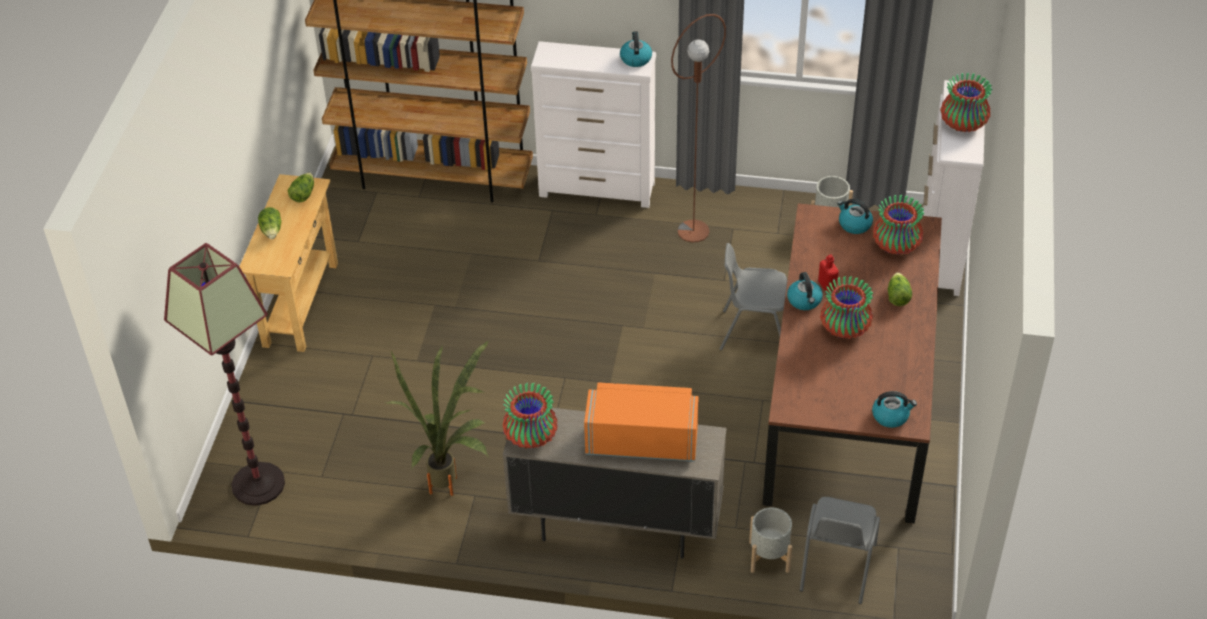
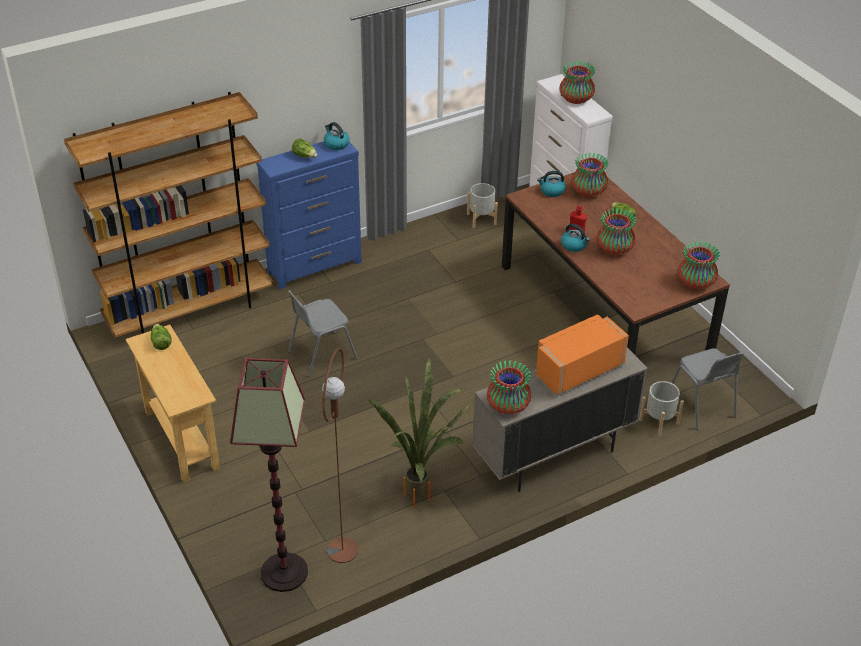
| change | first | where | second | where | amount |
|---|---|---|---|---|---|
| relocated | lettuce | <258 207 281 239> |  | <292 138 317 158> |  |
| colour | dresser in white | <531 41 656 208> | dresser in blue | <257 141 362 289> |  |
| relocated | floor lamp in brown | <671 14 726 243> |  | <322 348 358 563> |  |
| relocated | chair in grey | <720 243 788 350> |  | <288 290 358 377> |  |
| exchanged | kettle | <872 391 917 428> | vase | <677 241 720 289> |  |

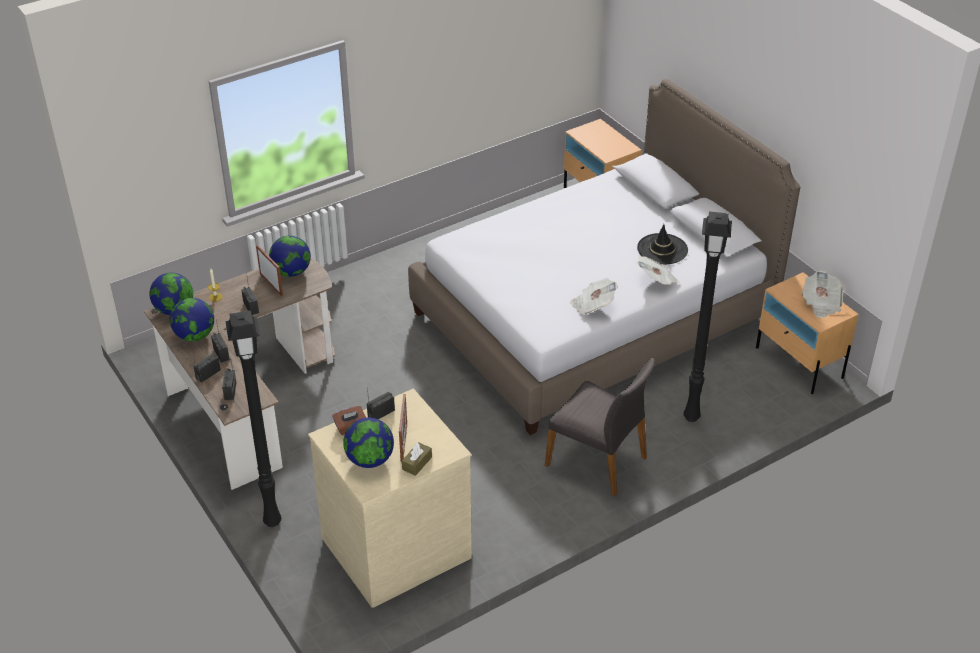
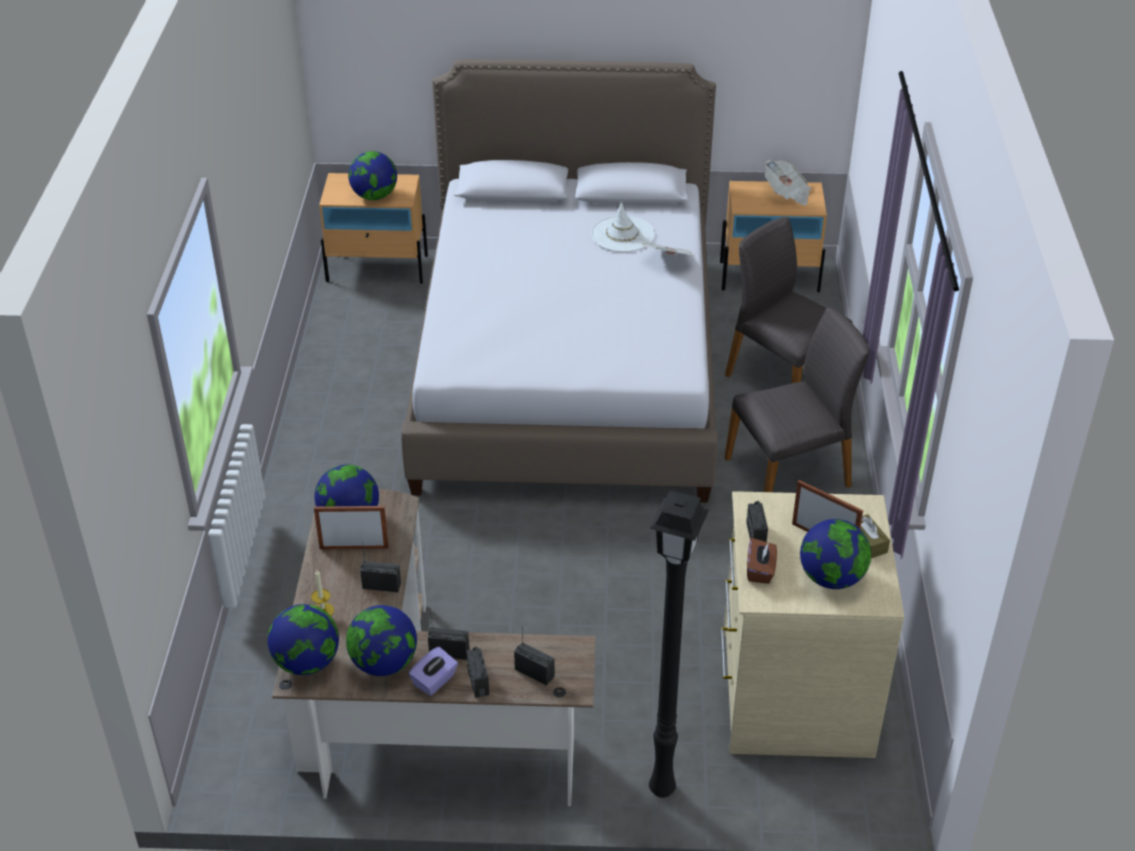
| change | first | where | second | where | amount |
|---|---|---|---|---|---|
| missing | newspaper | <570 278 618 315> |  |  |  |
| colour | hat in black | <637 224 688 264> | hat in white | <590 201 655 252> |  |
| exchanged | floor lamp in black | <683 212 732 422> | chair in grey | <725 217 852 383> |  |
| appeared |  |  | globe | <348 151 397 200> |  |
| appeared |  |  | tissue box in purple | <409 647 458 696> |  |

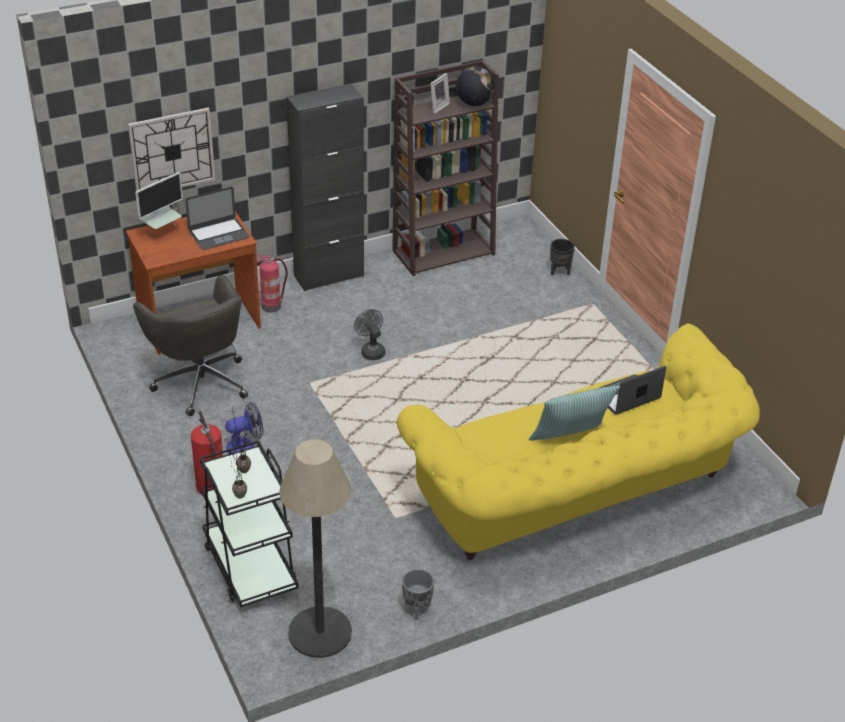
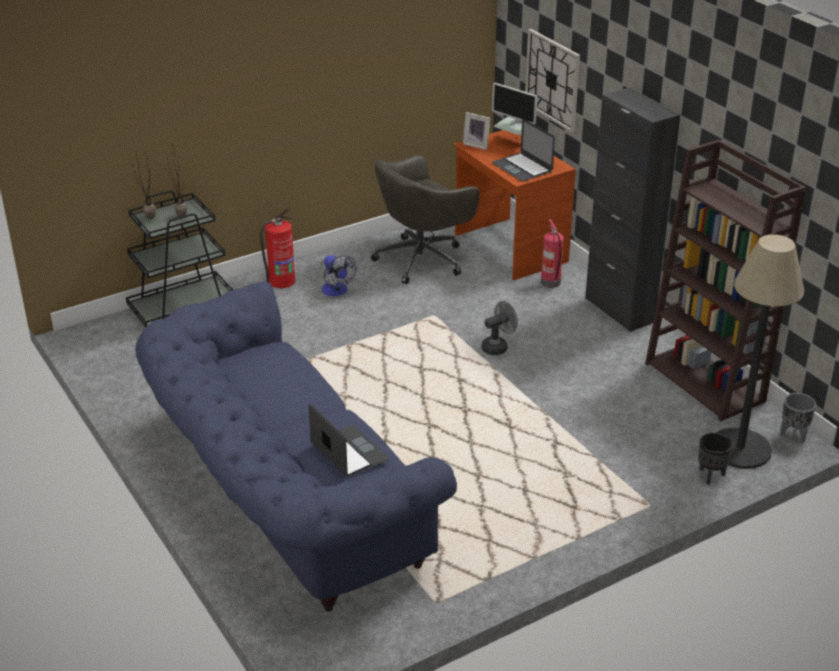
| change | first | where | second | where | amount |
|---|---|---|---|---|---|
| relocated | floor lamp | <279 439 352 658> |  | <716 234 804 469> |  |
| colour | sofa in yellow | <396 323 760 560> | sofa in blue | <135 282 457 612> |  |
| relocated | planter in grey | <402 569 434 620> |  | <780 393 816 442> |  |
| relocated | picture frame | <430 73 450 114> |  | <463 112 490 150> |  |
| missing | globe | <456 67 495 106> |  |  |  |
| missing | pillow | <529 386 620 441> |  |  |  |

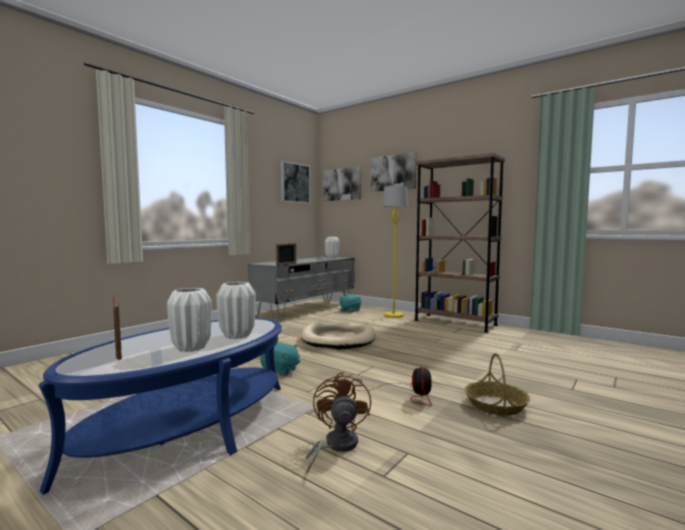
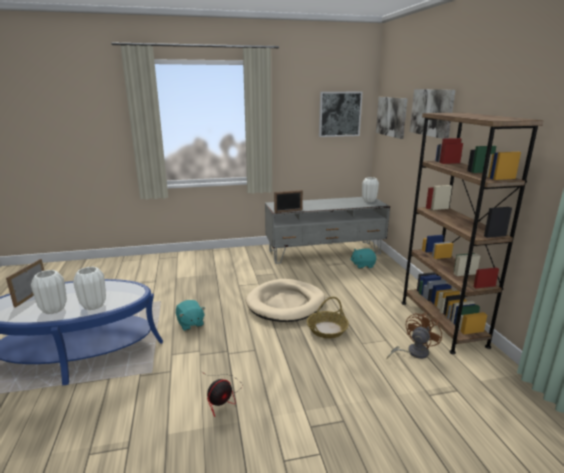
| change | first | where | second | where | amount |
|---|---|---|---|---|---|
| relocated | fan in brown | <306 372 371 474> |  | <386 313 442 359> |  |
| missing | floor lamp in yellow | <382 186 408 318> |  |  |  |
| relocated | basket | <465 353 530 416> |  | <307 297 349 339> |  |

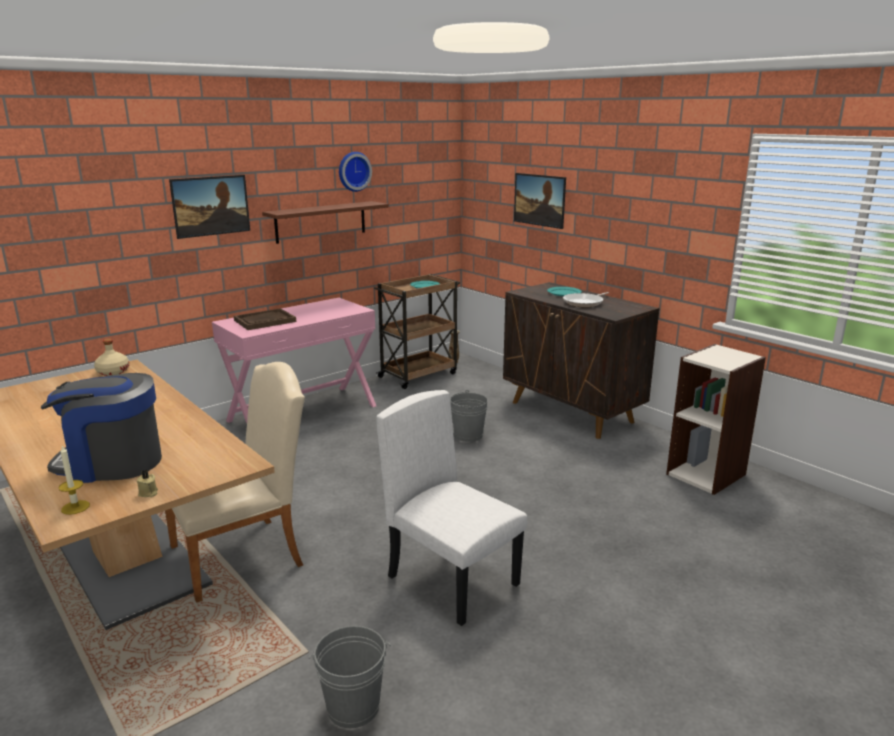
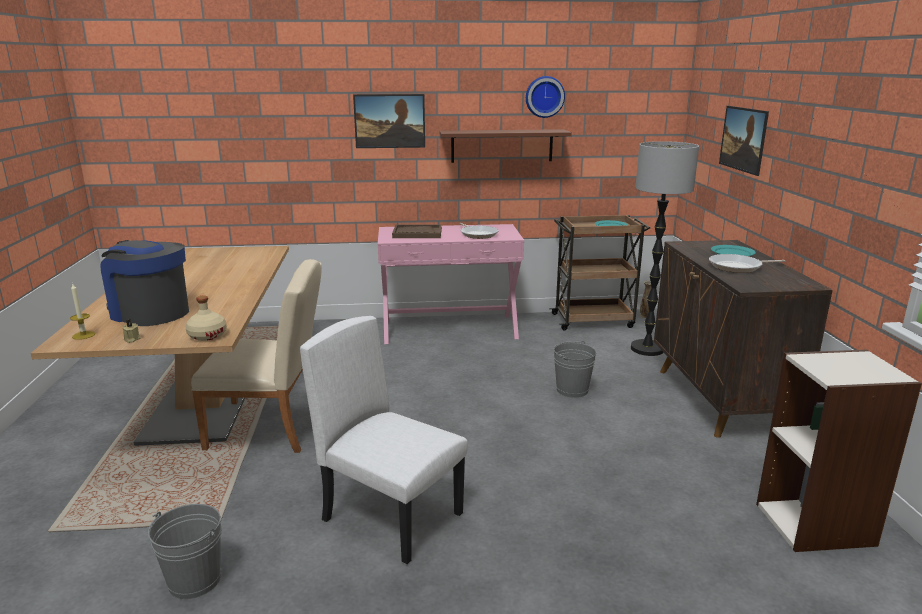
| change | first | where | second | where | amount |
|---|---|---|---|---|---|
| relocated | bottle in beige | <94 339 129 376> |  | <185 296 227 341> |  |
| spun | chair in white | <376 390 527 626> |  | <300 316 468 564> | 45 degrees counterclockwise |
| appeared |  |  | frying pan | <459 223 499 239> |  |
| appeared |  |  | floor lamp | <631 141 699 356> |  |

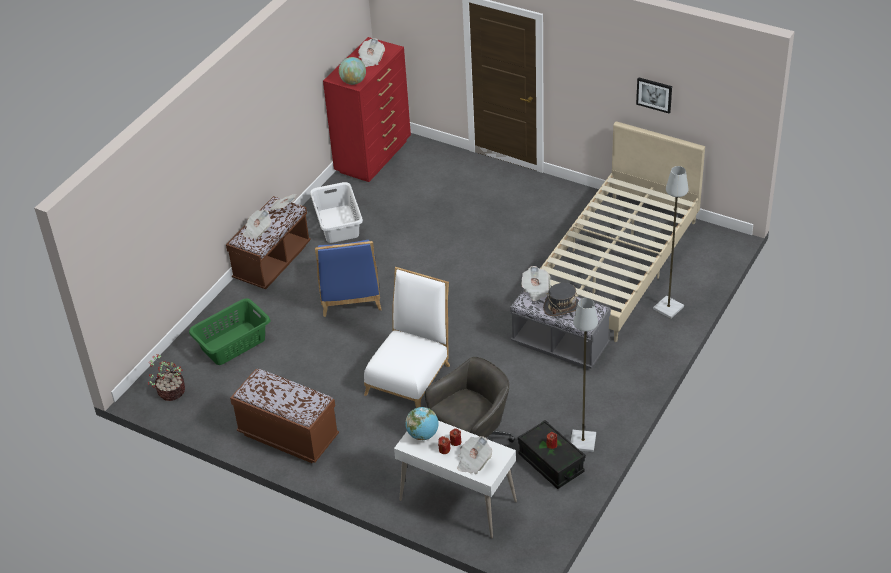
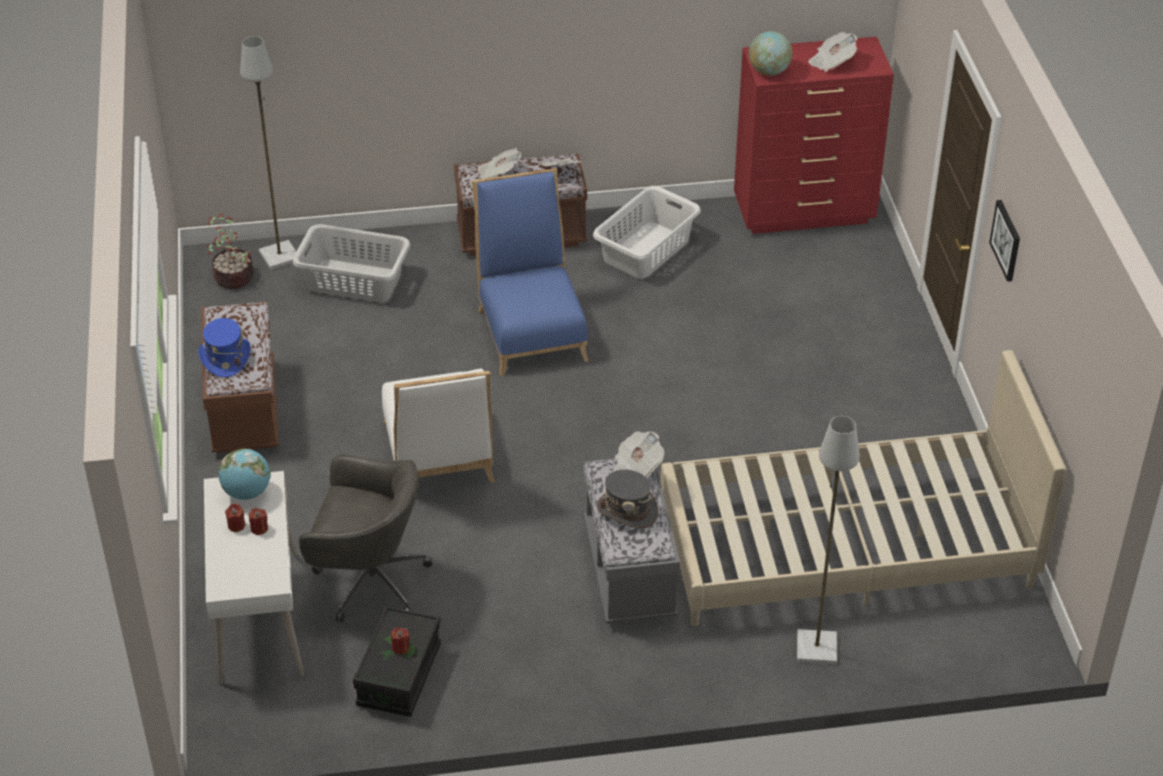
| change | first | where | second | where | amount |
|---|---|---|---|---|---|
| colour | laundry basket in green | <189 298 270 365> | laundry basket in grey | <292 224 411 302> |  |
| spun | chair in blue | <315 240 381 317> |  | <472 168 588 376> | 120 degrees clockwise |
| spun | chair in white | <364 267 450 408> |  | <382 368 494 483> | 90 degrees clockwise |
| missing | newspaper | <457 436 492 474> |  |  |  |
| relocated | floor lamp in grey | <571 298 598 452> |  | <240 36 296 270> |  |
| relocated | picture | <636 77 672 113> |  | <989 200 1020 282> |  |
| appeared |  |  | hat in blue | <198 318 251 377> |  |

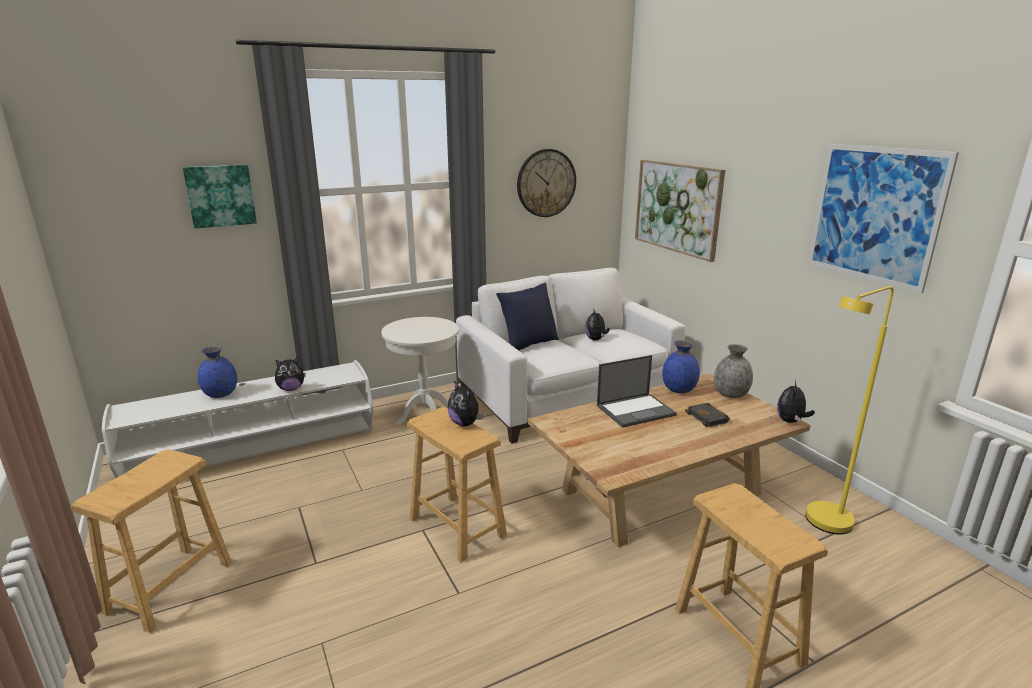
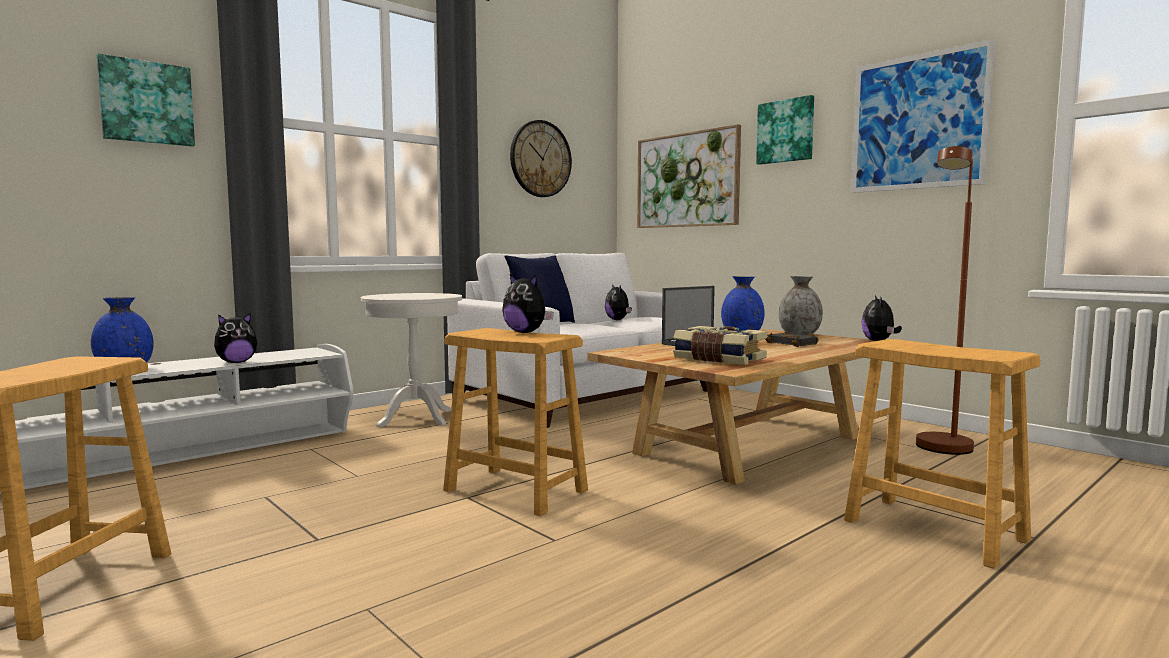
| change | first | where | second | where | amount |
|---|---|---|---|---|---|
| colour | floor lamp in yellow | <805 286 894 534> | floor lamp in brown | <916 146 974 455> |  |
| appeared |  |  | book | <673 326 767 365> |  |
| appeared |  |  | picture | <756 95 814 165> |  |

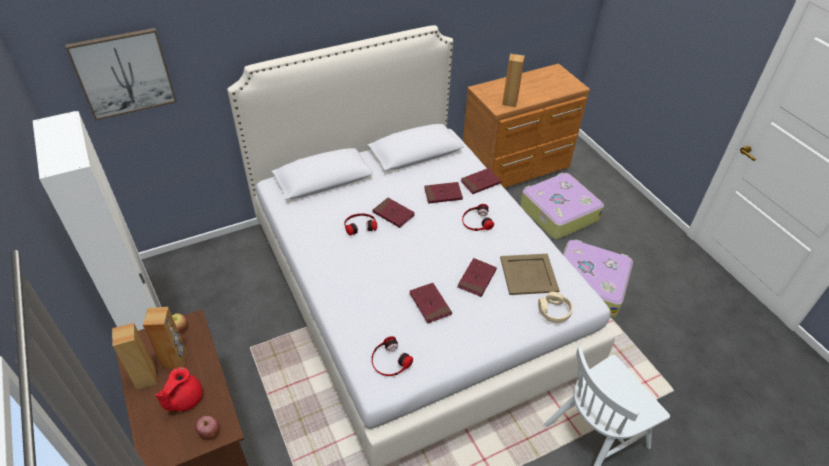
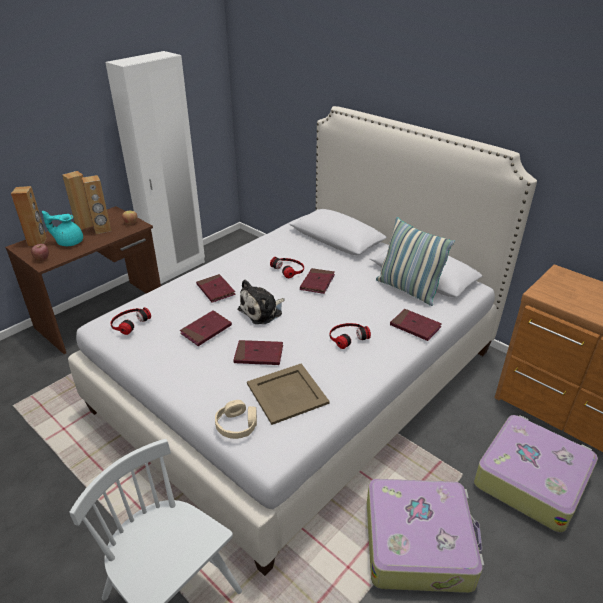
| change | first | where | second | where | amount |
|---|---|---|---|---|---|
| missing | picture | <65 28 177 121> |  |  |  |
| colour | teapot in red | <156 367 203 411> | teapot in turquoise | <42 211 83 246> |  |
| relocated | book in red | <424 182 463 204> |  | <196 274 236 303> |  |
| relocated | speaker in brown | <502 54 525 107> |  | <11 186 47 246> |  |
| appeared |  |  | plush toy | <238 279 285 324> |  |
| appeared |  |  | pillow | <376 217 455 306> |  |

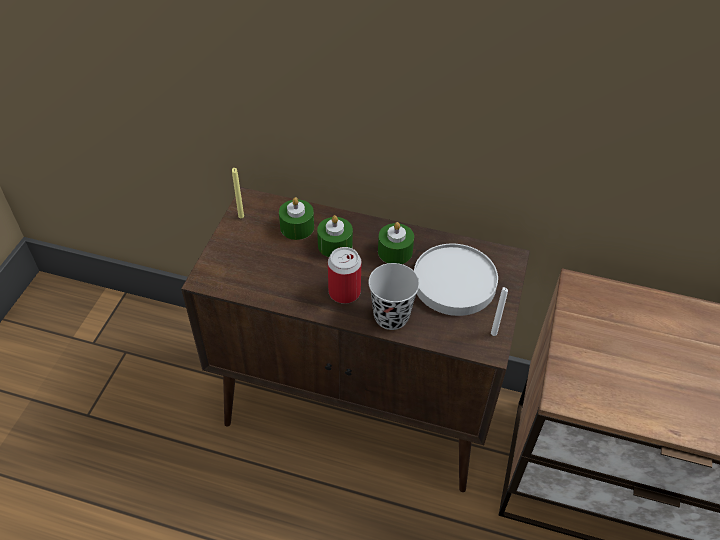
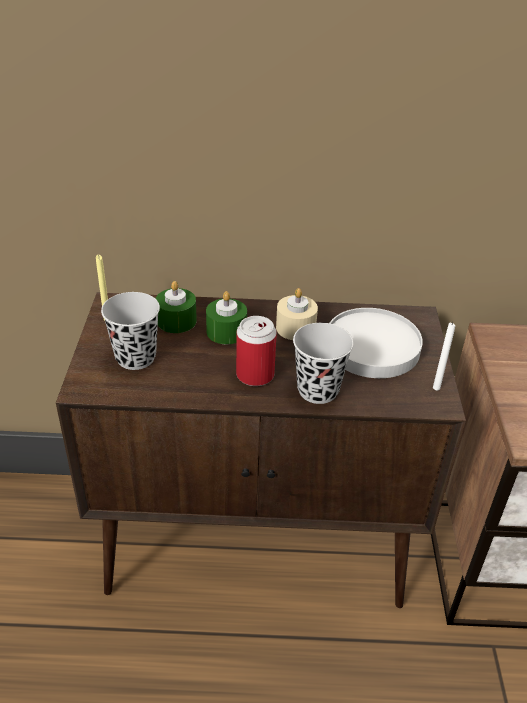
| change | first | where | second | where | amount |
|---|---|---|---|---|---|
| colour | candle in green | <378 222 414 264> | candle in beige | <276 288 318 340> |  |
| appeared |  |  | cup in black | <101 292 160 370> |  |

